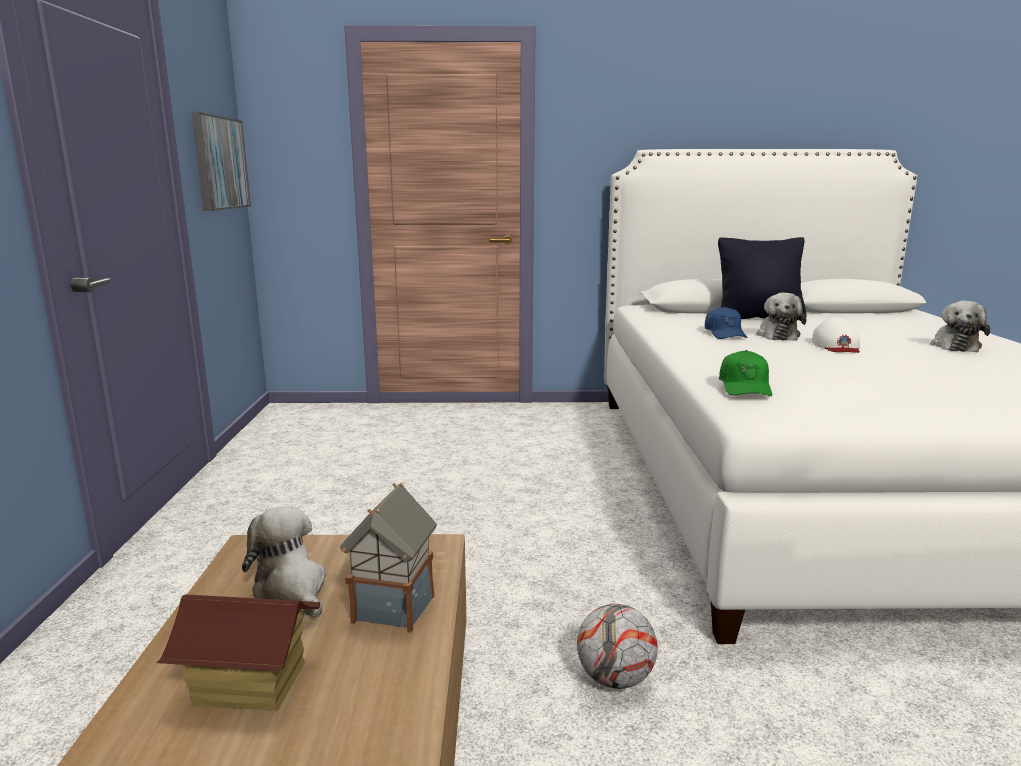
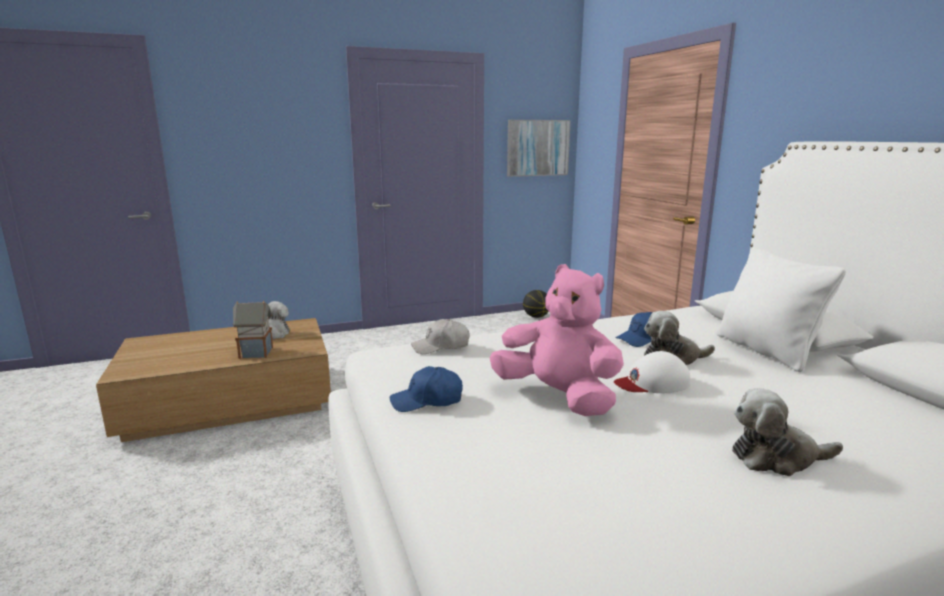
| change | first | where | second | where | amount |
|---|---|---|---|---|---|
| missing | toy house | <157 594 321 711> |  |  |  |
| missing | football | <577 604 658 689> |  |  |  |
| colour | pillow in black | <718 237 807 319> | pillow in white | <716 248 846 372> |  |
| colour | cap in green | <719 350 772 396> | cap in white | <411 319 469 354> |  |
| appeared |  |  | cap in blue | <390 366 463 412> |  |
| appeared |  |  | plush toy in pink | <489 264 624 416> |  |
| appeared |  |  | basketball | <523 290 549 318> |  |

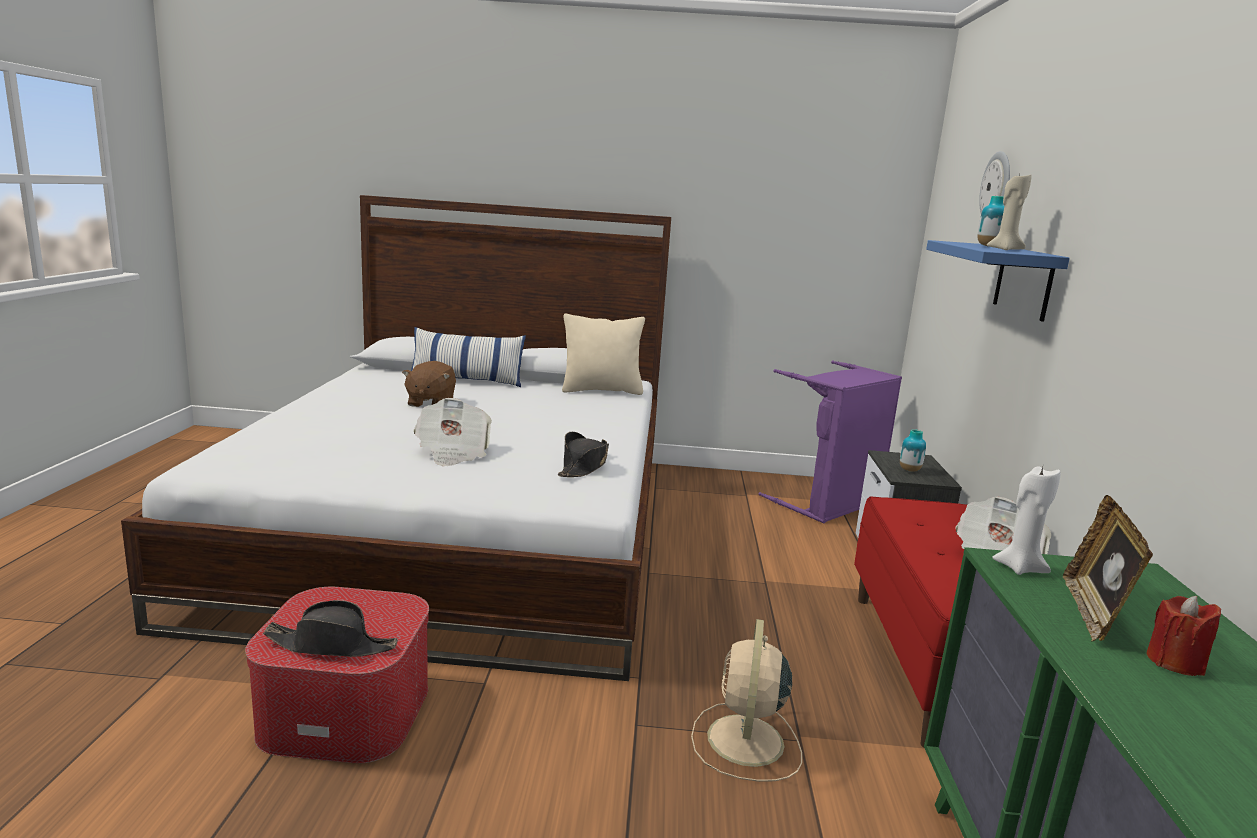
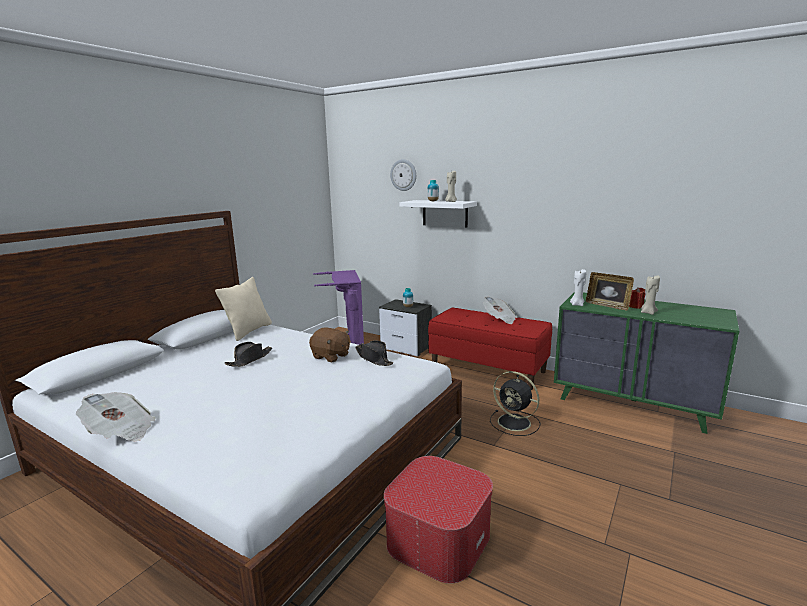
| change | first | where | second | where | amount |
|---|---|---|---|---|---|
| relocated | hat in black | <263 600 398 657> |  | <224 342 272 367> |  |
| relocated | plush toy in brown | <402 361 456 407> |  | <309 328 350 362> |  |
| missing | pillow | <411 327 526 387> |  |  |  |
| relocated | newspaper | <413 398 492 466> |  | <76 392 155 441> |  |
| colour | fan in beige | <691 619 802 782> | fan in black | <490 371 541 436> |  |
| colour | shelf in blue | <926 240 1070 322> | shelf in white | <399 200 477 228> |  |
| appeared |  |  | candle in beige | <641 275 660 315> |  |

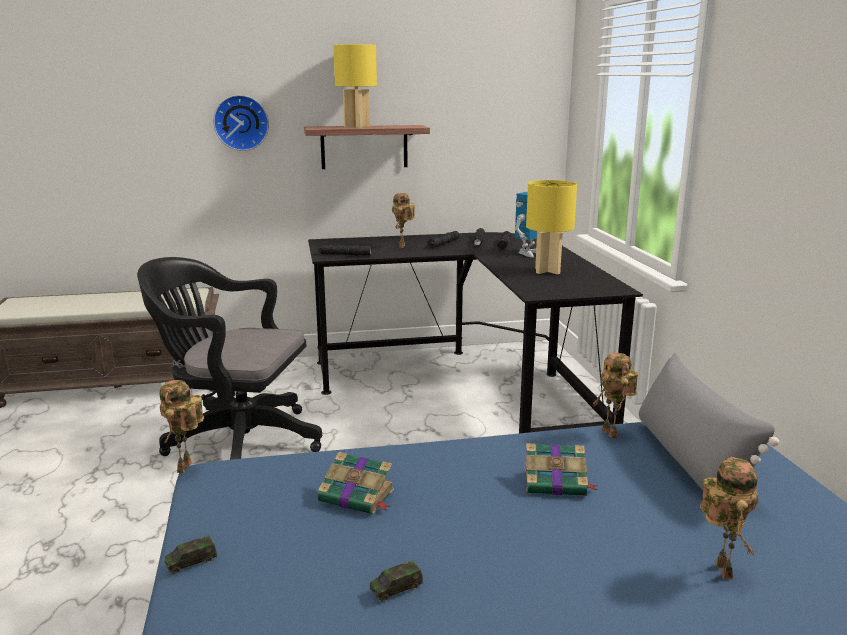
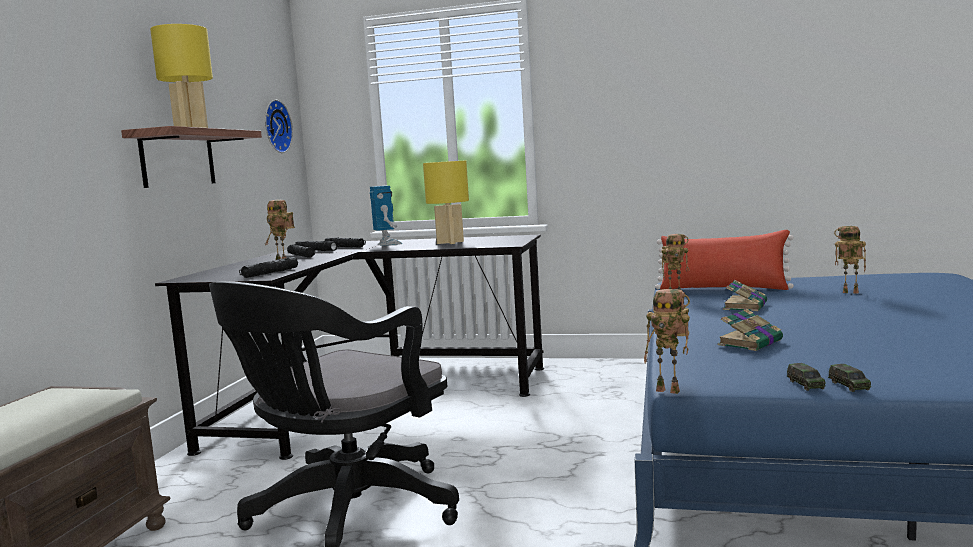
| change | first | where | second | where | amount |
|---|---|---|---|---|---|
| relocated | wall clock | <213 95 269 151> |  | <265 100 293 153> |  |
| relocated | toy car | <370 561 423 602> |  | <787 363 826 391> |  |
| colour | pillow in grey | <639 353 779 490> | pillow in red | <655 230 794 290> |  |

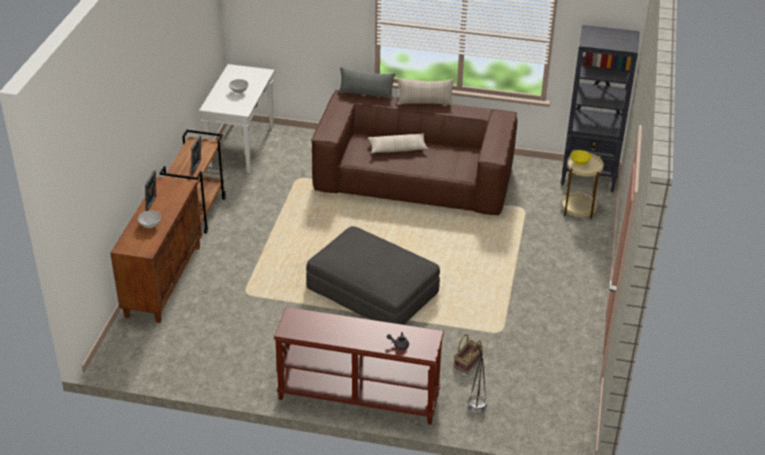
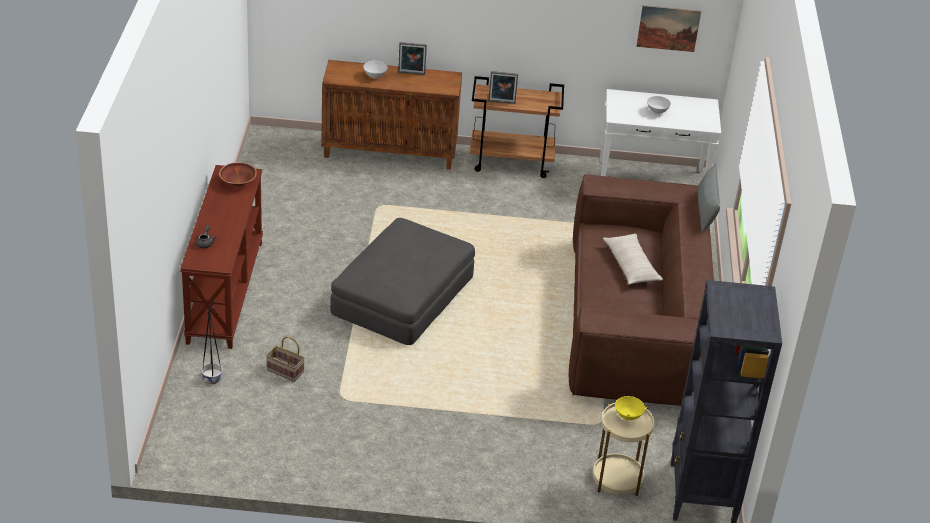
| change | first | where | second | where | amount |
|---|---|---|---|---|---|
| missing | pillow in beige | <397 78 454 105> |  |  |  |
| appeared |  |  | bowl in brown | <219 162 257 186> |  |
| appeared |  |  | picture | <636 5 701 52> |  |

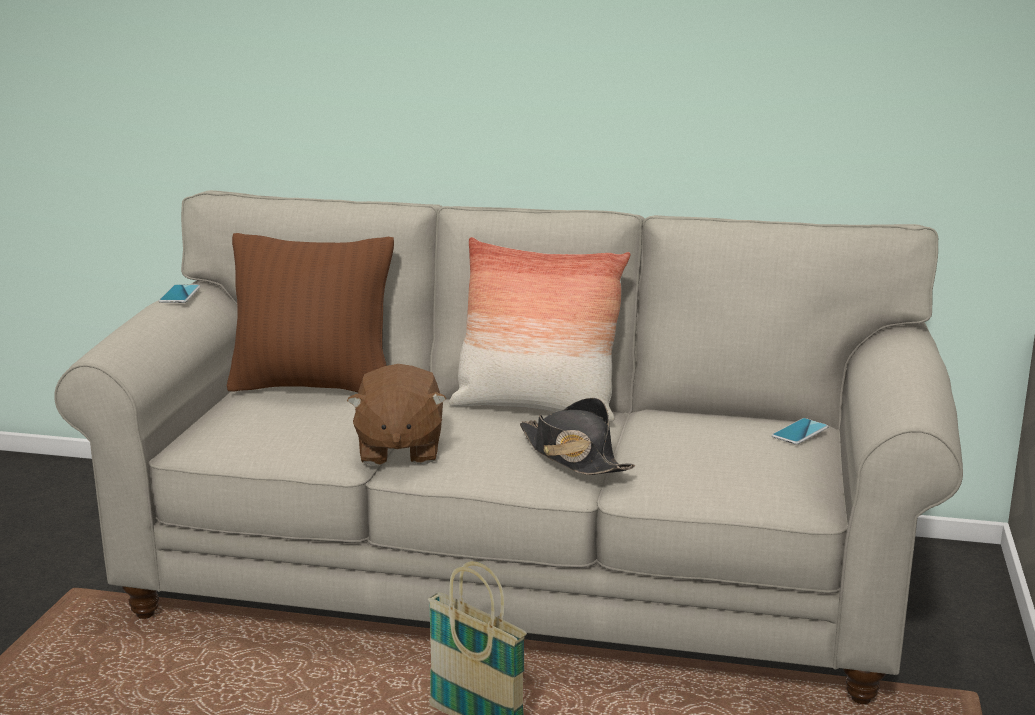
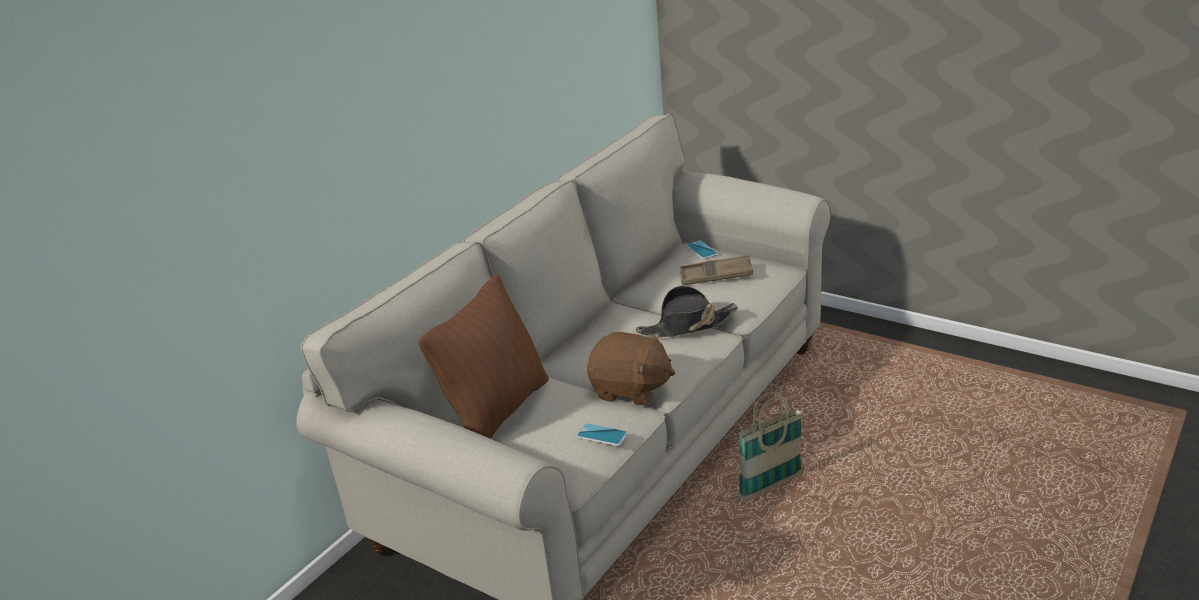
| change | first | where | second | where | amount |
|---|---|---|---|---|---|
| relocated | phone | <159 284 200 303> |  | <576 423 628 446> |  |
| missing | pillow | <449 237 631 422> |  |  |  |
| appeared |  |  | tray in brown | <680 255 753 285> |  |

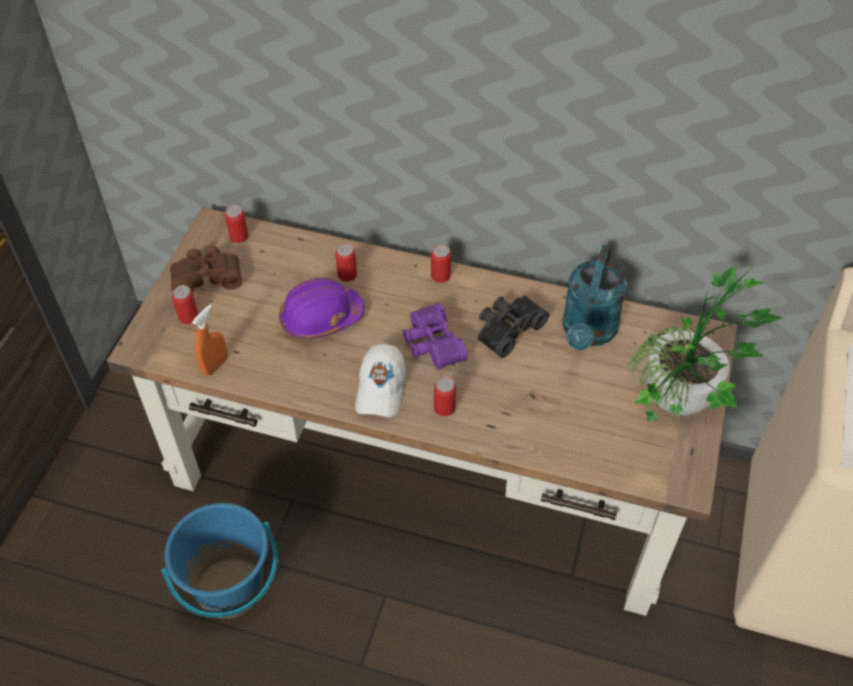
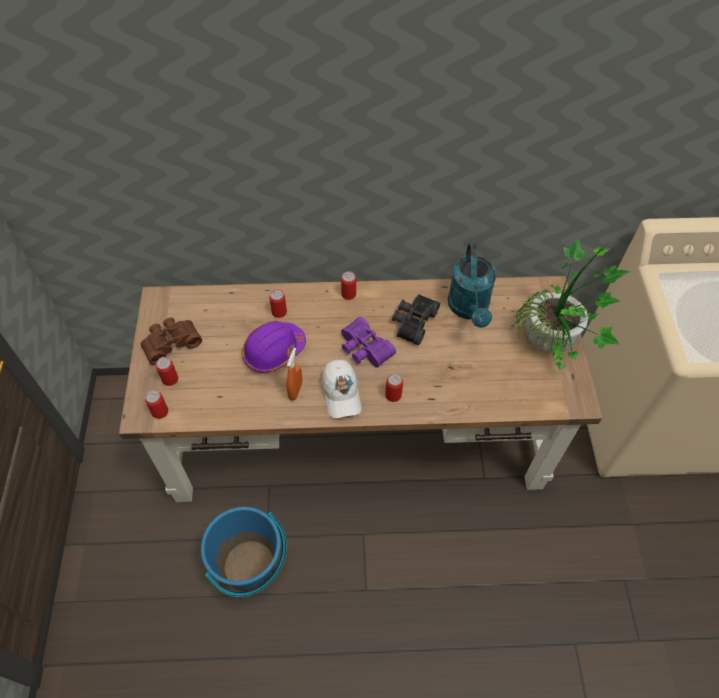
| change | first | where | second | where | amount |
|---|---|---|---|---|---|
| relocated | spray bottle in orange | <192 305 227 376> |  | <286 348 302 400> |  |
| relocated | can | <225 205 249 243> |  | <145 390 168 419> |  |

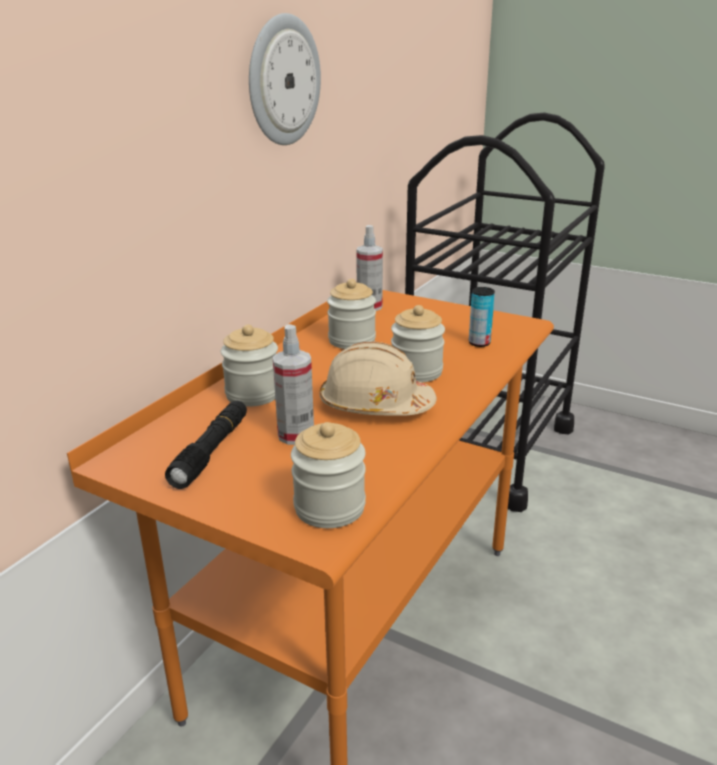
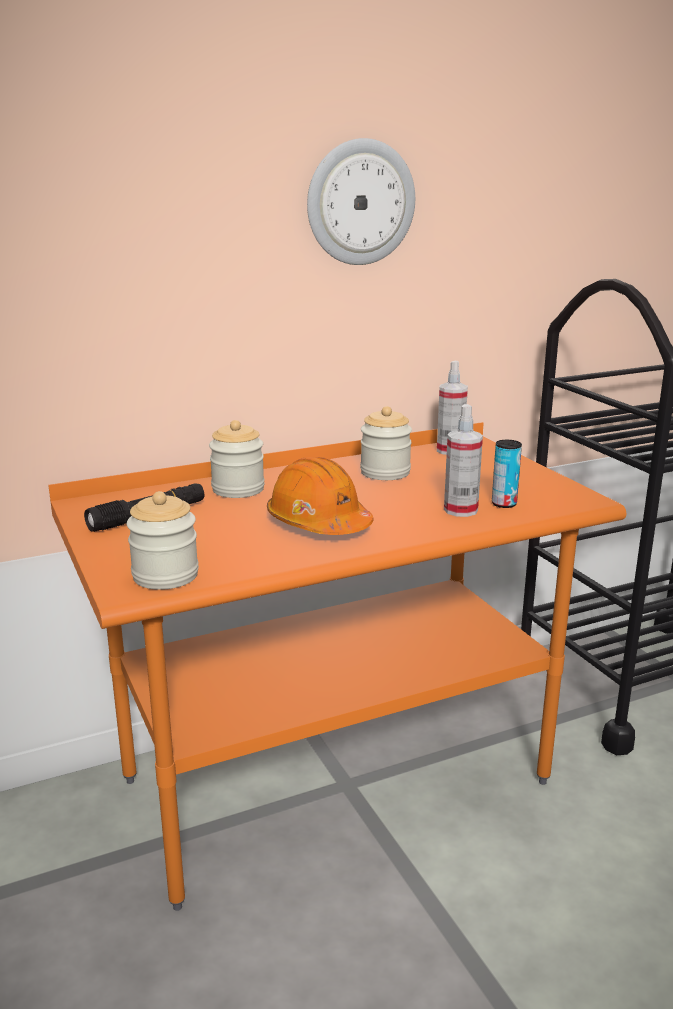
| change | first | where | second | where | amount |
|---|---|---|---|---|---|
| relocated | spray bottle | <273 324 314 445> |  | <444 404 483 517> |  |
| colour | hard hat in beige | <320 341 437 416> | hard hat in orange | <267 457 373 535> |  |
| missing | jar | <391 305 445 382> |  |  |  |

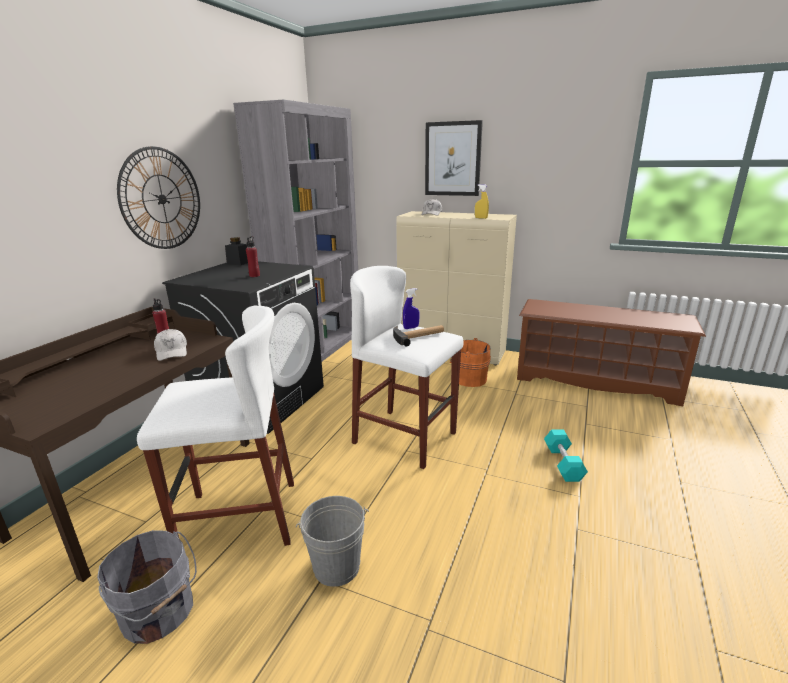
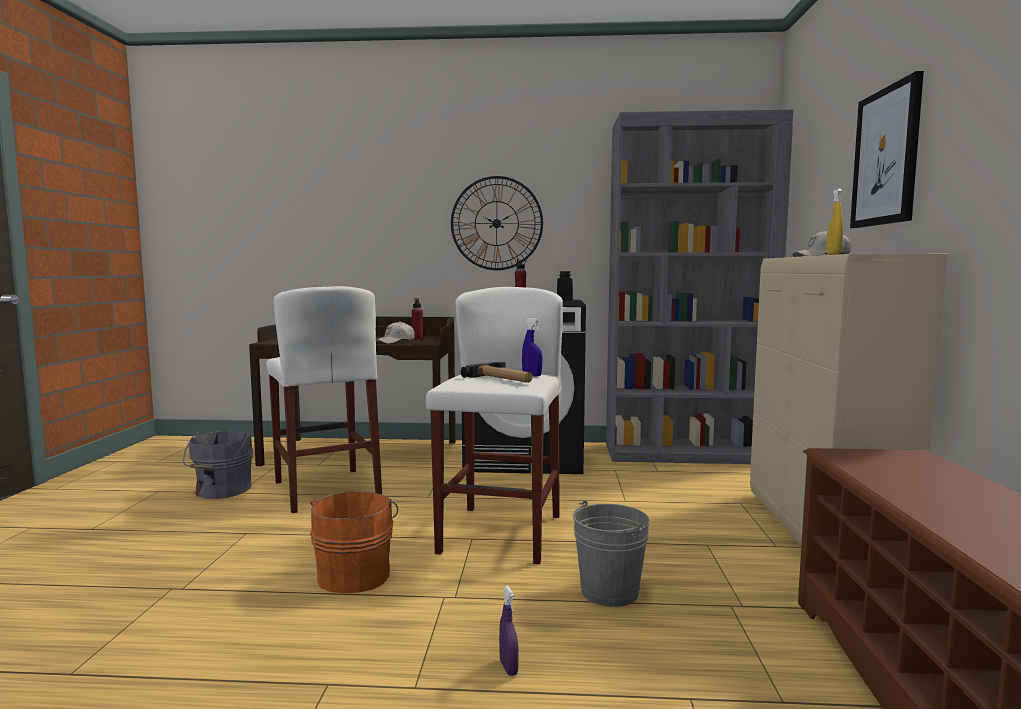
| change | first | where | second | where | amount |
|---|---|---|---|---|---|
| relocated | bucket in grey | <296 496 369 587> |  | <573 500 650 607> |  |
| relocated | bucket in orange | <450 338 491 387> |  | <310 491 398 593> |  |
| exchanged | dumbbell in turquoise | <544 430 588 482> | spray bottle in purple | <499 586 519 676> |  |

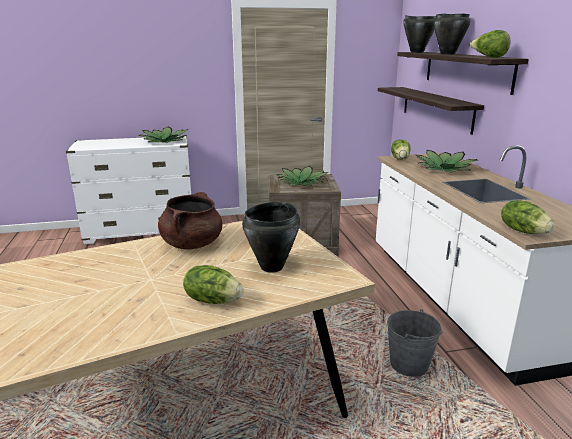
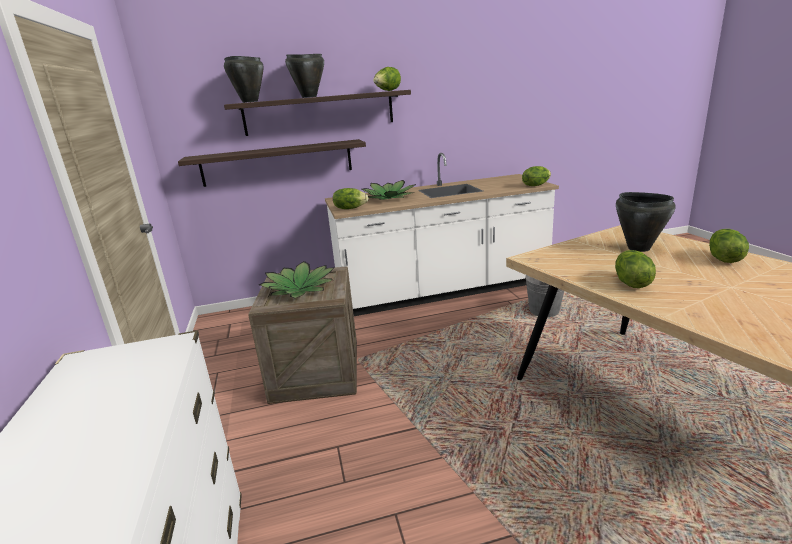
| change | first | where | second | where | amount |
|---|---|---|---|---|---|
| missing | potted plant | <138 127 189 143> |  |  |  |
| exchanged | cooking pot in brown | <158 192 223 249> | lettuce | <615 250 656 288> |  |

